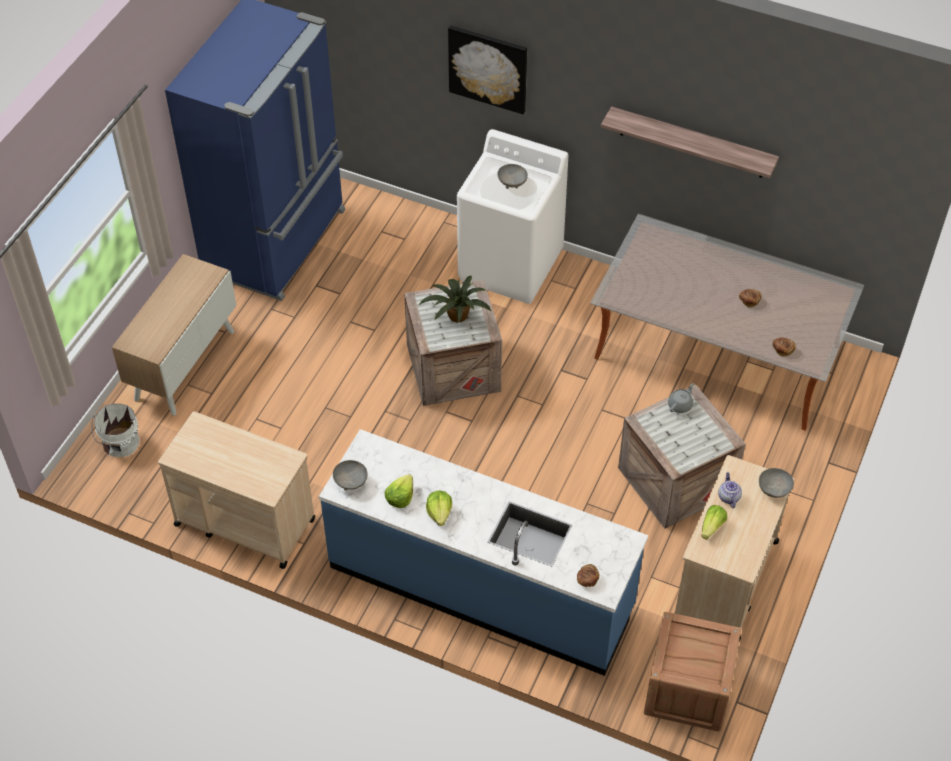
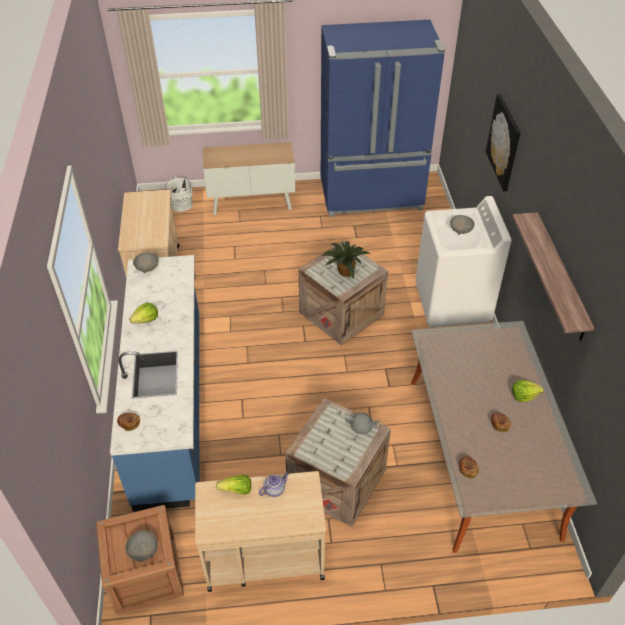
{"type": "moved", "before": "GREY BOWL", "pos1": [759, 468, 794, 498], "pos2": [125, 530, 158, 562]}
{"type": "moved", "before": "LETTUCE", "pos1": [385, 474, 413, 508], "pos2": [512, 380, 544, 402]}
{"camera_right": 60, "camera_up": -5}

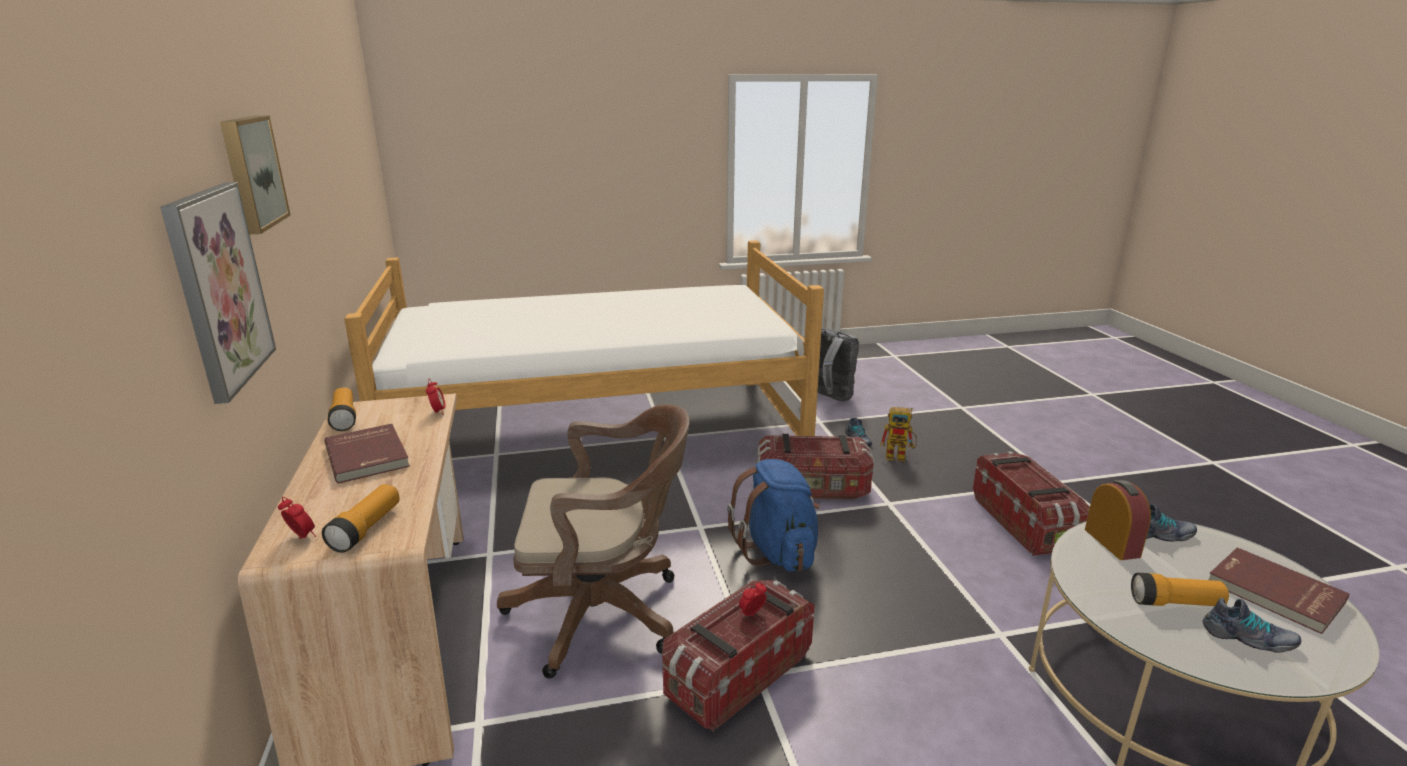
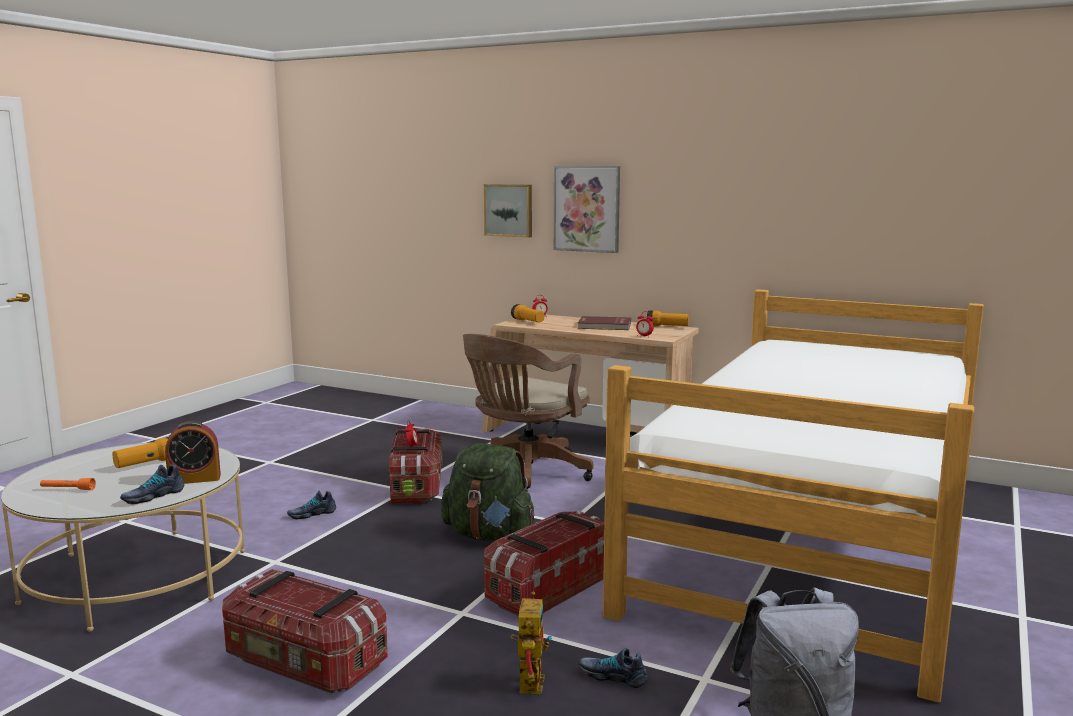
{"type": "moved", "before": "PICTURE", "pos1": [220, 115, 291, 234], "pos2": [484, 184, 532, 238]}
{"type": "turned", "before": "TOY ROBOT", "pos1": [880, 407, 917, 462], "pos2": [510, 591, 552, 694], "turn": 135}
{"type": "recoloured", "before": "BLUE BACKPACK", "after": "GREEN BACKPACK", "pos1": [727, 459, 820, 572], "pos2": [441, 443, 535, 541]}
{"type": "turned", "before": "ALARM CLOCK", "pos1": [1085, 480, 1151, 560], "pos2": [165, 421, 221, 484], "turn": -45}
{"type": "replaced", "before": "RED BOOK", "after": "ORANGE FLASHLIGHT", "pos1": [1209, 547, 1350, 634], "pos2": [40, 478, 96, 490]}
{"type": "moved", "before": "SHOE", "pos1": [1203, 598, 1301, 652], "pos2": [287, 491, 336, 519]}
{"camera_right": 130, "camera_up": -10}

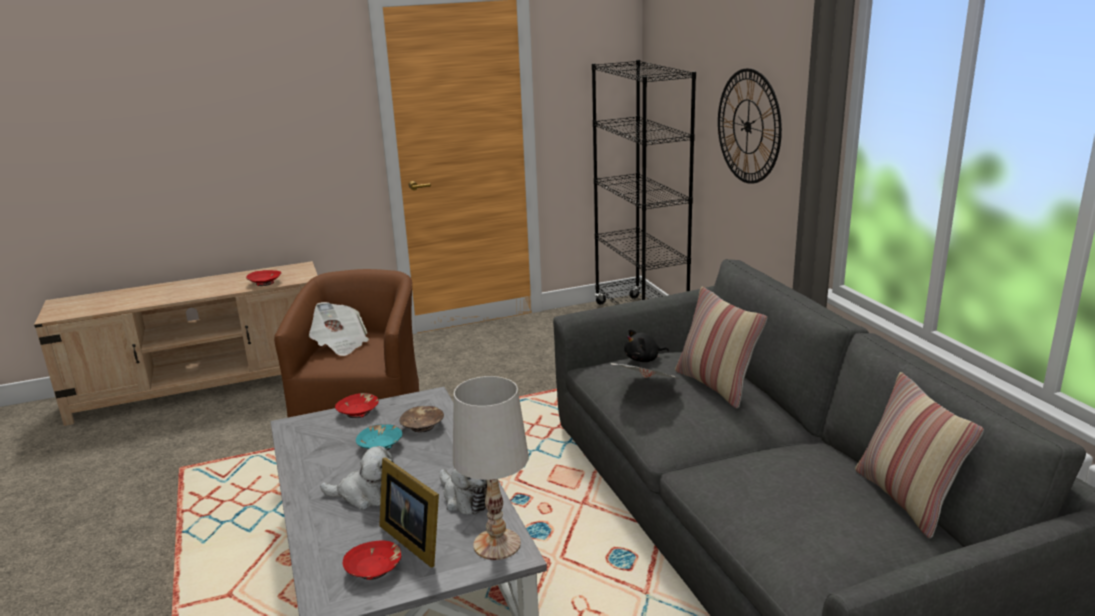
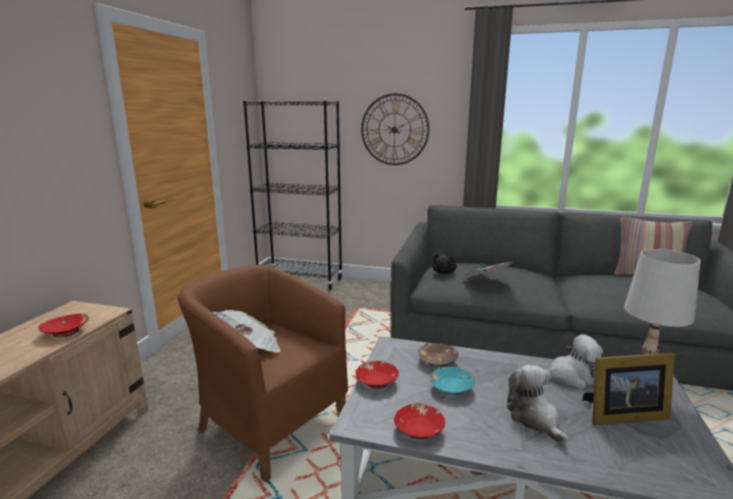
{"type": "removed", "before": "PILLOW", "pos1": [675, 287, 767, 408]}
{"type": "turned", "before": "PLUSH TOY", "pos1": [320, 446, 394, 510], "pos2": [507, 365, 568, 444], "turn": -60}
{"type": "moved", "before": "RED BOWL", "pos1": [343, 541, 401, 580], "pos2": [394, 404, 445, 440]}
{"camera_right": -55, "camera_up": -5}

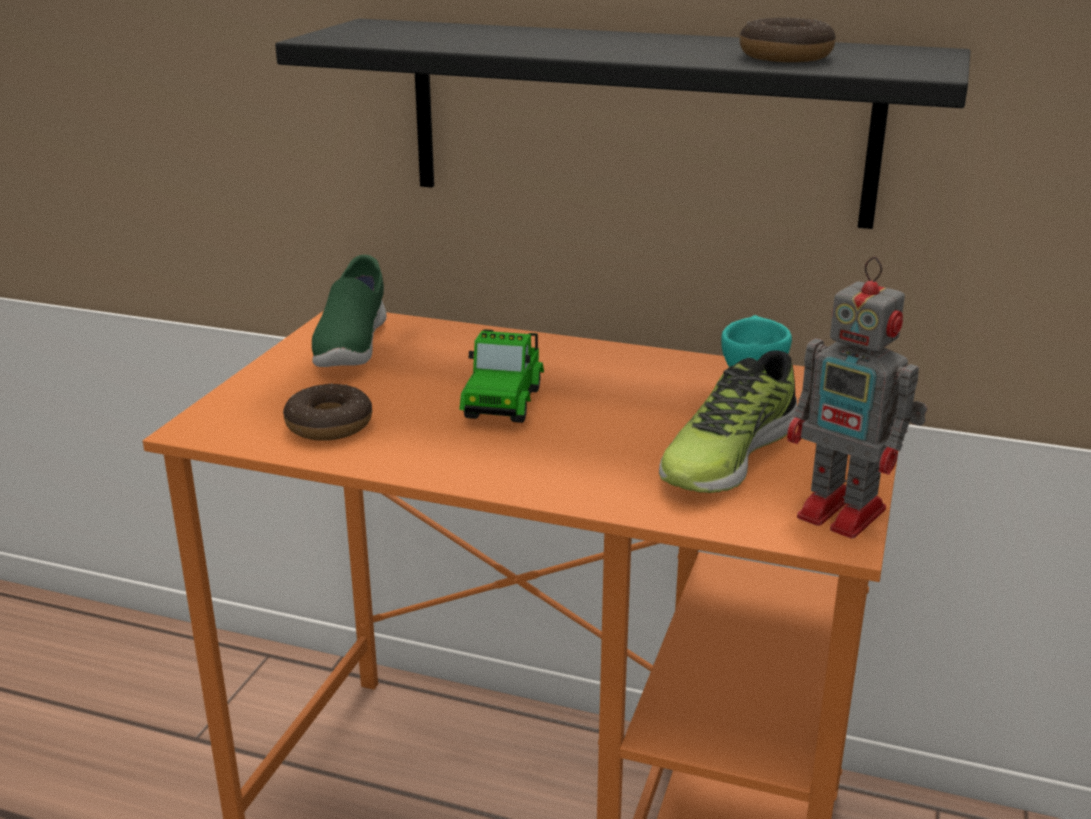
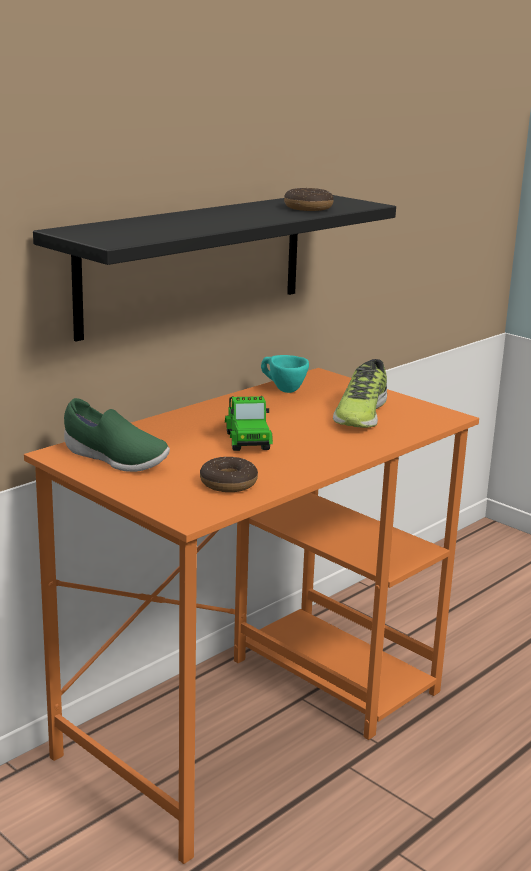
{"type": "removed", "before": "TOY ROBOT", "pos1": [787, 257, 927, 538]}
{"type": "turned", "before": "TOY CAR", "pos1": [459, 329, 544, 423], "pos2": [225, 396, 273, 451], "turn": 45}
{"type": "turned", "before": "SHOE", "pos1": [659, 350, 797, 493], "pos2": [333, 359, 387, 428], "turn": 45}
{"camera_right": -65, "camera_up": -5}

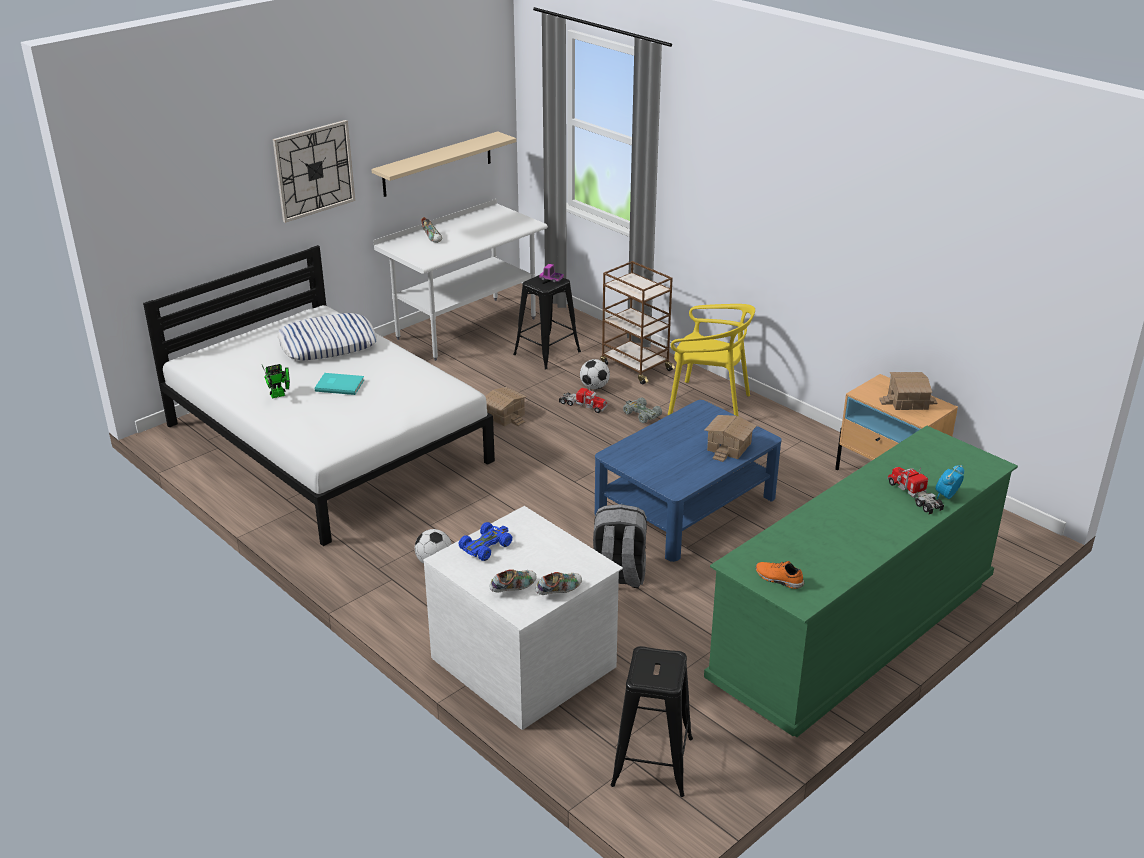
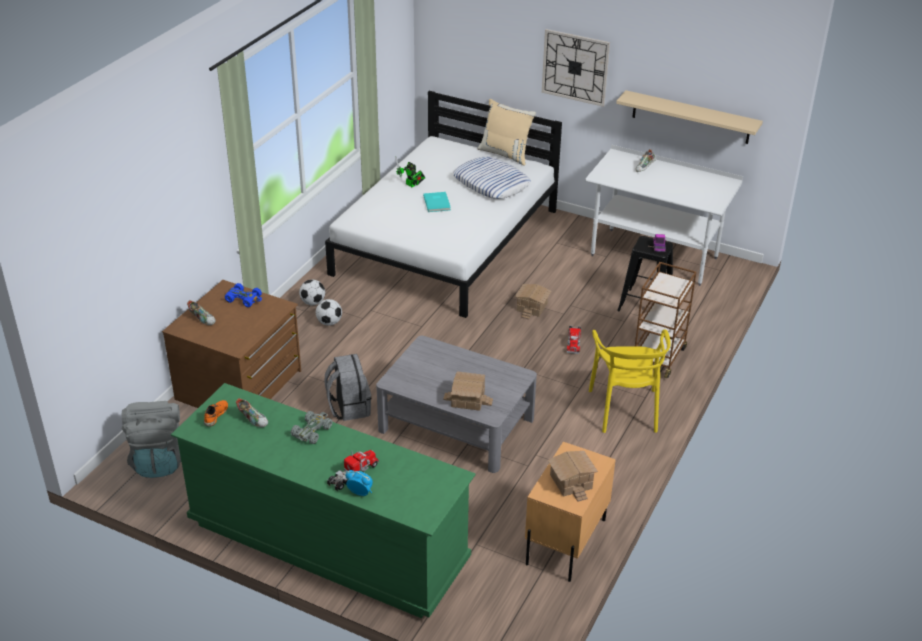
{"type": "moved", "before": "FOOTBALL", "pos1": [580, 359, 610, 389], "pos2": [299, 280, 325, 305]}
{"type": "moved", "before": "GREY TOY CAR", "pos1": [623, 397, 662, 423], "pos2": [291, 411, 332, 444]}
{"type": "recoloured", "before": "BLUE COFFEE TABLE", "after": "GREY COFFEE TABLE", "pos1": [595, 400, 782, 562], "pos2": [376, 336, 537, 473]}
{"type": "recoloured", "before": "WHITE DRESSER", "after": "BROWN DRESSER", "pos1": [423, 506, 623, 730], "pos2": [162, 280, 301, 408]}
{"type": "moved", "before": "SHOE", "pos1": [535, 572, 582, 595], "pos2": [236, 398, 268, 427]}
{"type": "replaced", "before": "BLACK STOOL", "after": "GREY BACKPACK", "pos1": [610, 646, 693, 797], "pos2": [122, 401, 181, 478]}
{"type": "added", "after": "BEIGE PILLOW", "pos2": [477, 99, 536, 166]}
{"camera_right": 70, "camera_up": 5}

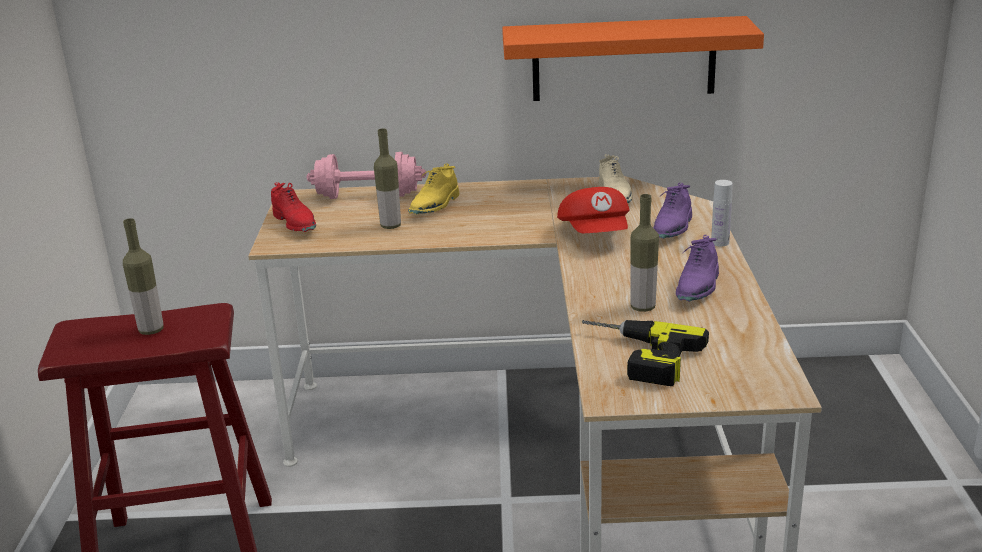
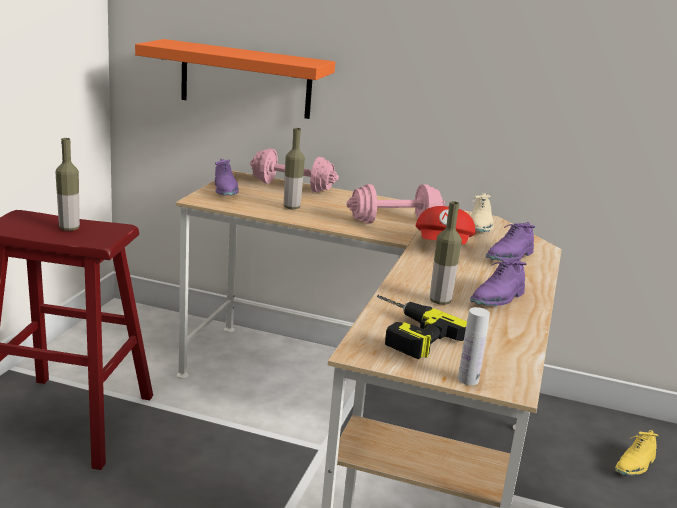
{"type": "moved", "before": "ORANGE SHELF", "pos1": [502, 16, 764, 101], "pos2": [135, 39, 335, 119]}
{"type": "moved", "before": "YELLOW SHOE", "pos1": [408, 163, 460, 215], "pos2": [615, 430, 658, 475]}
{"type": "moved", "before": "WHITE BOTTLE", "pos1": [711, 180, 733, 247], "pos2": [458, 307, 490, 385]}
{"type": "recoloured", "before": "RED SHOE", "after": "PURPLE SHOE", "pos1": [271, 182, 316, 232], "pos2": [214, 159, 239, 196]}
{"type": "added", "after": "PINK DUMBBELL", "pos2": [346, 184, 445, 223]}
{"camera_right": 15, "camera_up": -5}

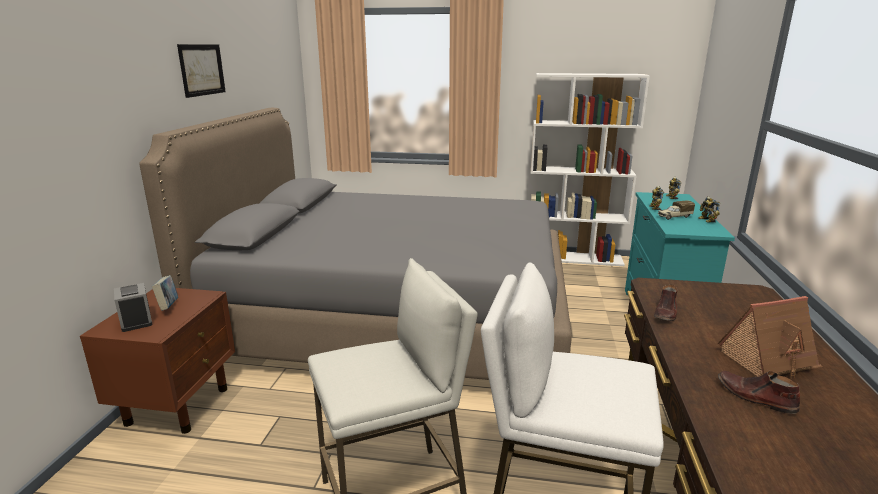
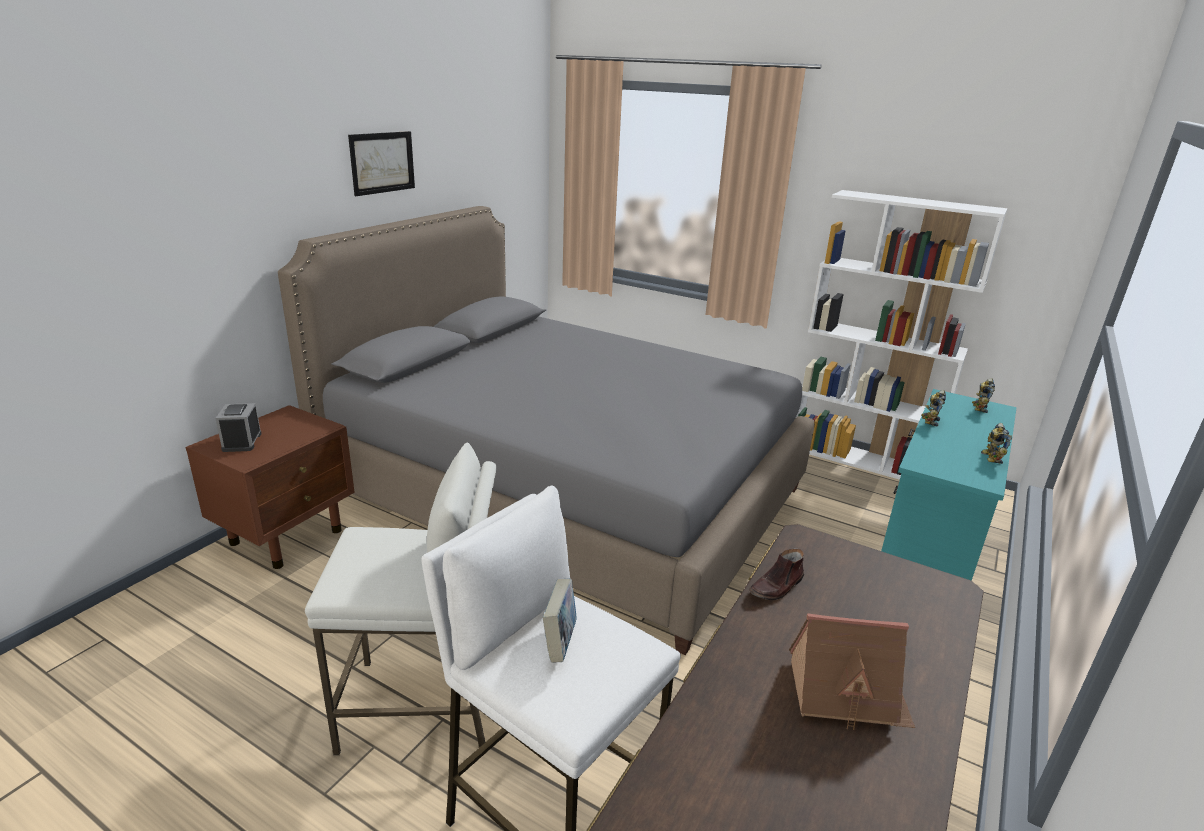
{"type": "removed", "before": "TOY TRUCK", "pos1": [658, 201, 695, 220]}
{"type": "moved", "before": "BOOK", "pos1": [152, 275, 178, 311], "pos2": [543, 579, 577, 663]}
{"type": "removed", "before": "BROWN SHOE", "pos1": [718, 371, 800, 414]}
{"camera_right": 20, "camera_up": 5}

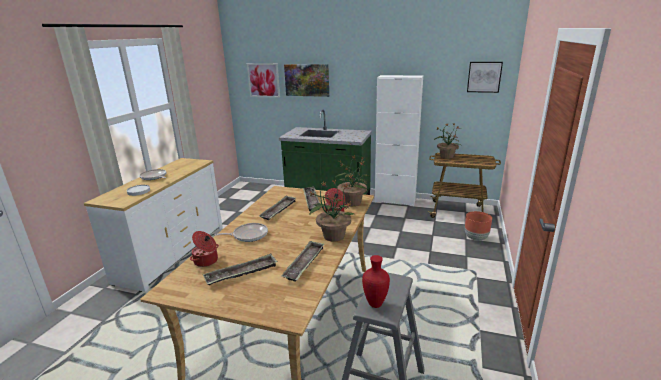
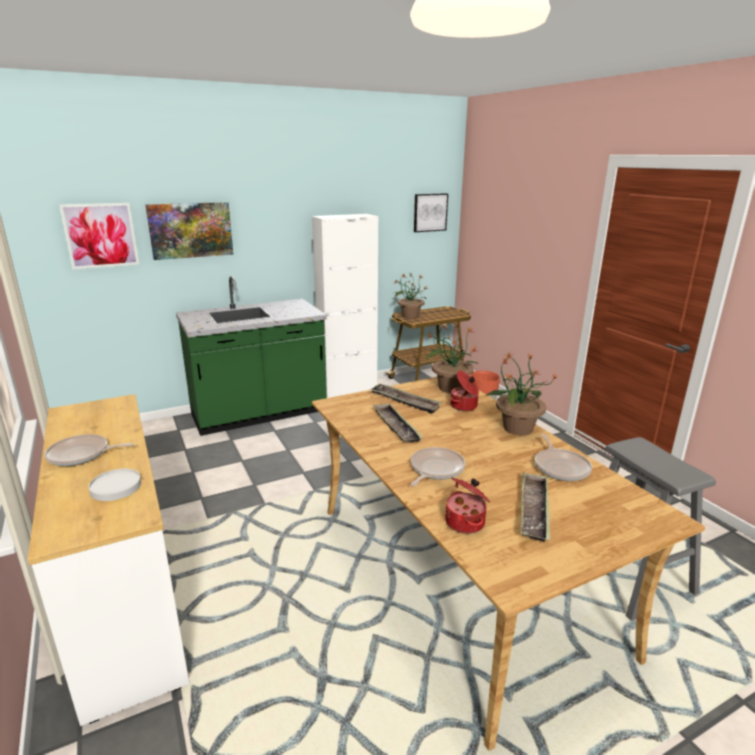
{"type": "replaced", "before": "TRAY", "after": "FRYING PAN", "pos1": [282, 241, 324, 282], "pos2": [535, 434, 592, 481]}
{"type": "removed", "before": "RED VASE", "pos1": [362, 255, 390, 308]}
{"camera_right": -45, "camera_up": 0}

